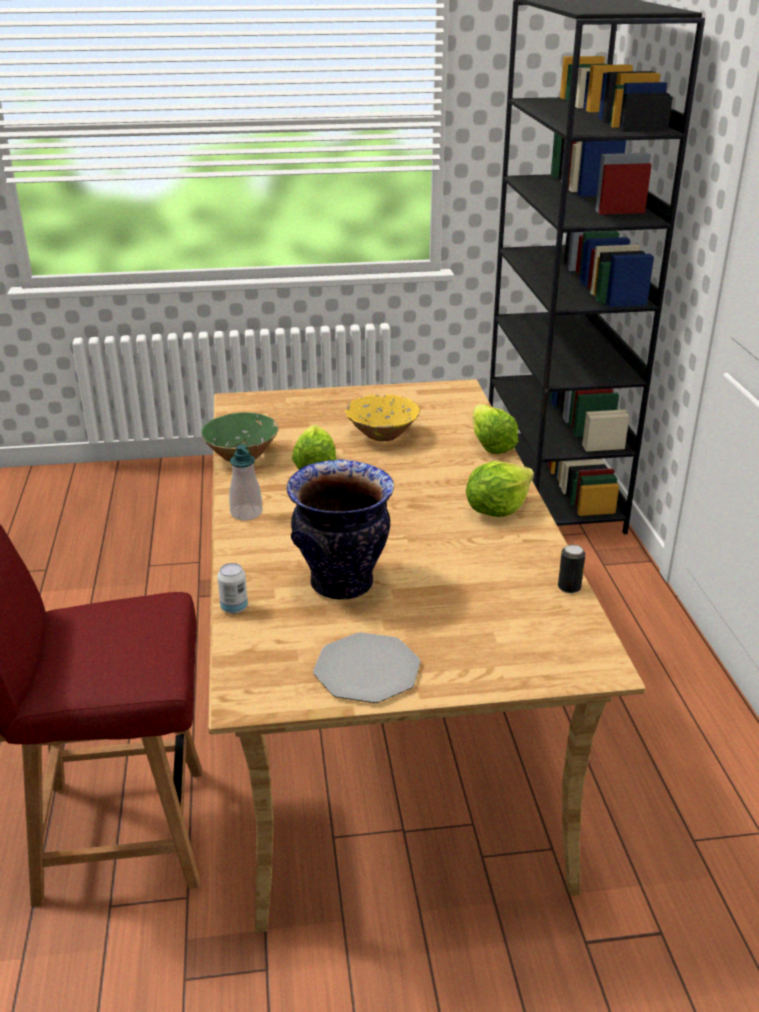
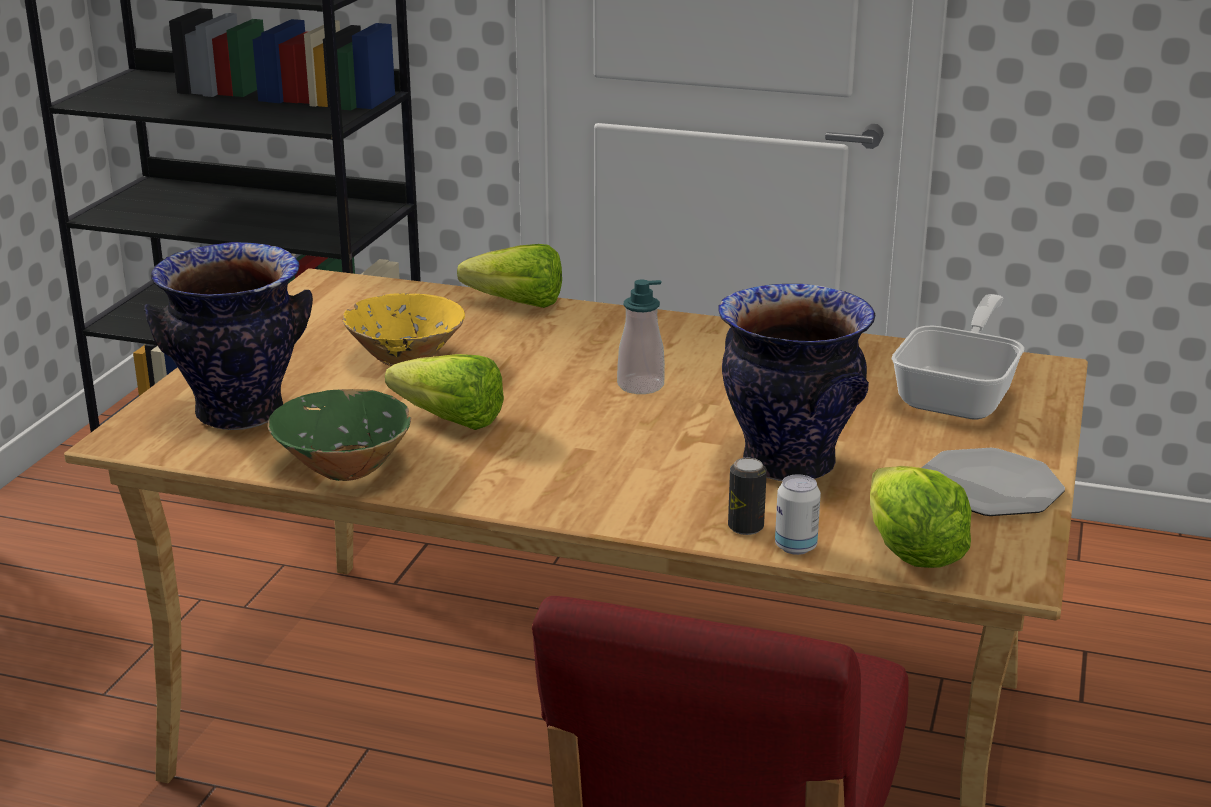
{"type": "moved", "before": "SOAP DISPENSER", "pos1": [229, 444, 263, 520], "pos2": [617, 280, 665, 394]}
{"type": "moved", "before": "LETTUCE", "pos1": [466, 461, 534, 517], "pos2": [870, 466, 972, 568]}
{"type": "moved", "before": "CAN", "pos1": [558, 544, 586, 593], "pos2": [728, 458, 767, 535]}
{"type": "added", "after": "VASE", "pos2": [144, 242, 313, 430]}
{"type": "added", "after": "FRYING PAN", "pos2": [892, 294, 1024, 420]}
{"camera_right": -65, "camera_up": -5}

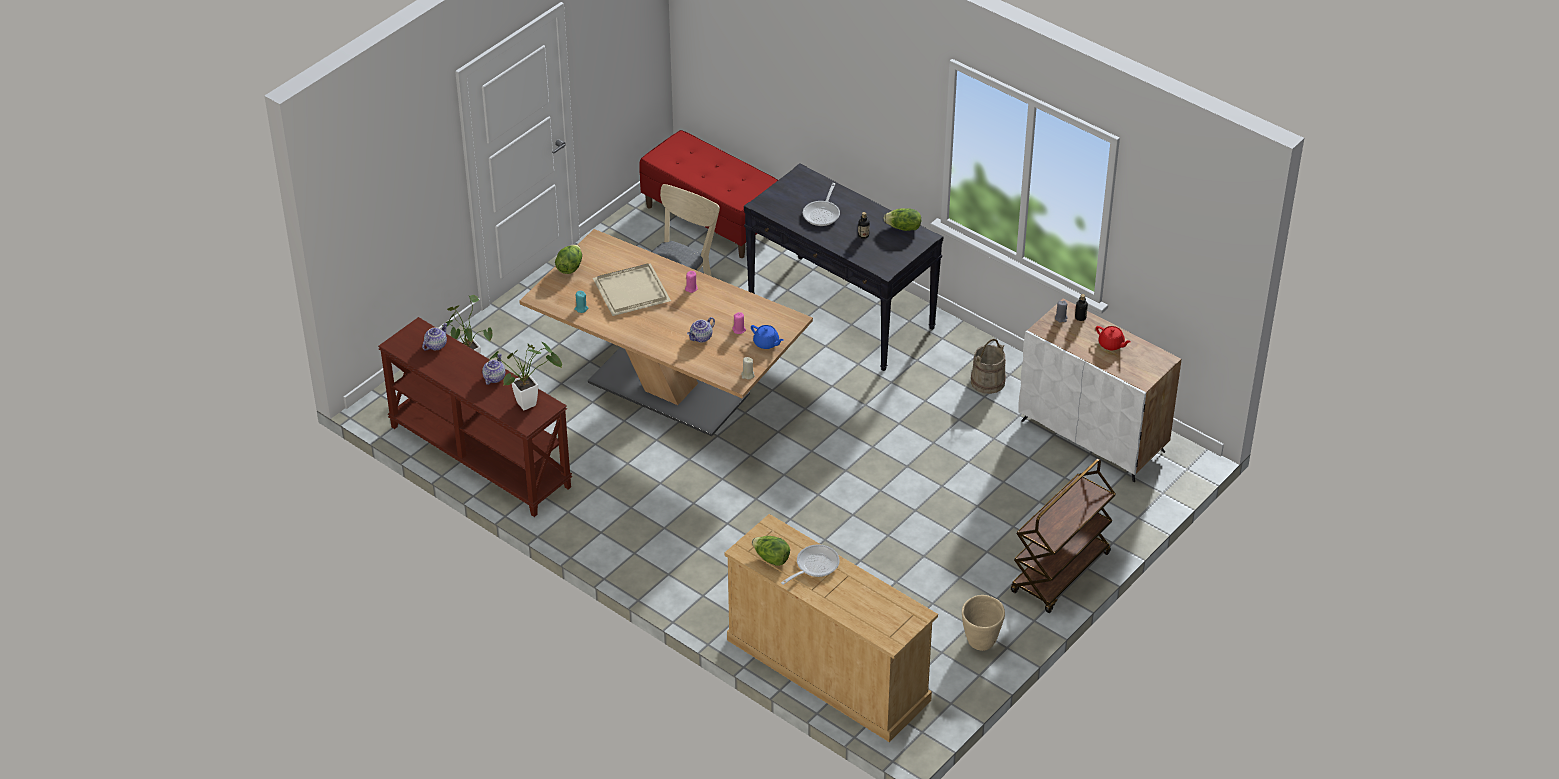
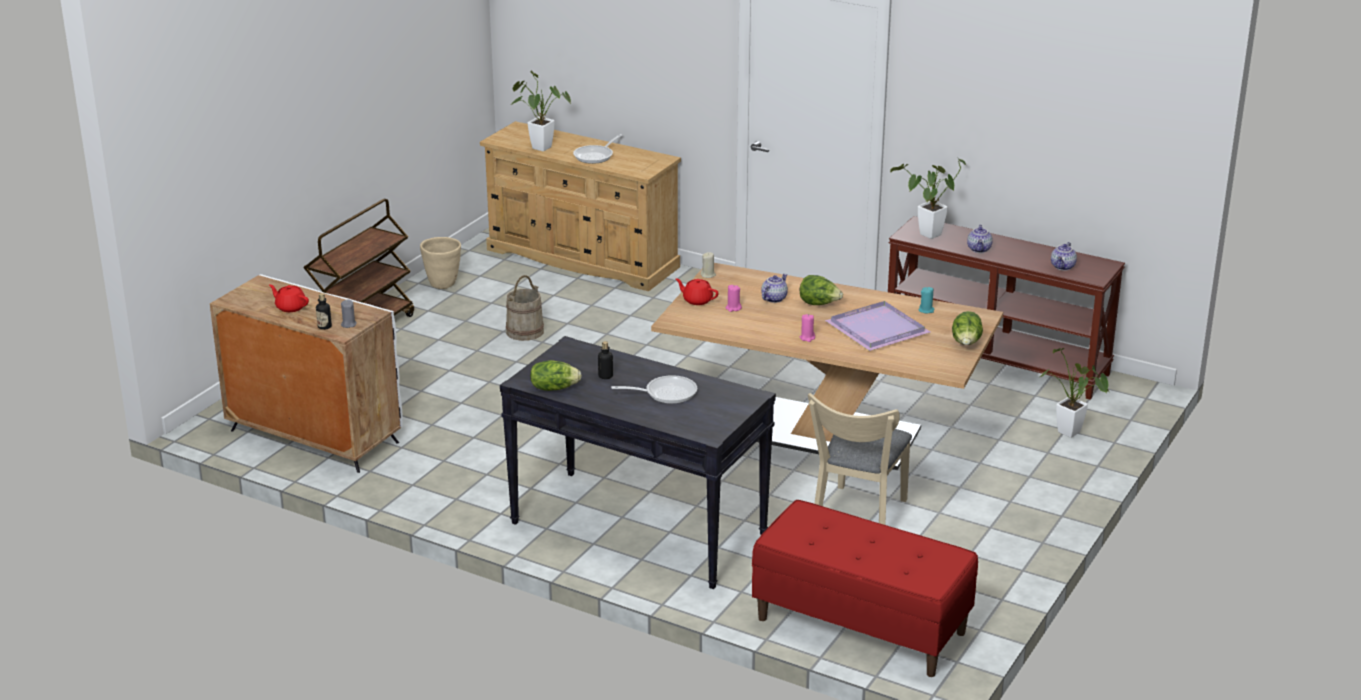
{"type": "turned", "before": "FRYING PAN", "pos1": [803, 183, 840, 226], "pos2": [611, 375, 697, 404], "turn": 75}
{"type": "recoloured", "before": "BEIGE TRAY", "after": "PURPLE TRAY", "pos1": [593, 263, 671, 316], "pos2": [825, 301, 930, 351]}
{"type": "recoloured", "before": "BLUE TEAPOT", "after": "RED TEAPOT", "pos1": [751, 325, 784, 349], "pos2": [675, 278, 719, 305]}
{"type": "moved", "before": "BEIGE BUCKET", "pos1": [971, 339, 1006, 394], "pos2": [506, 275, 544, 341]}
{"type": "moved", "before": "LETTUCE", "pos1": [752, 536, 790, 566], "pos2": [800, 275, 843, 305]}
{"type": "added", "after": "POTTED PLANT", "pos2": [511, 71, 571, 151]}
{"camera_right": 170, "camera_up": -15}

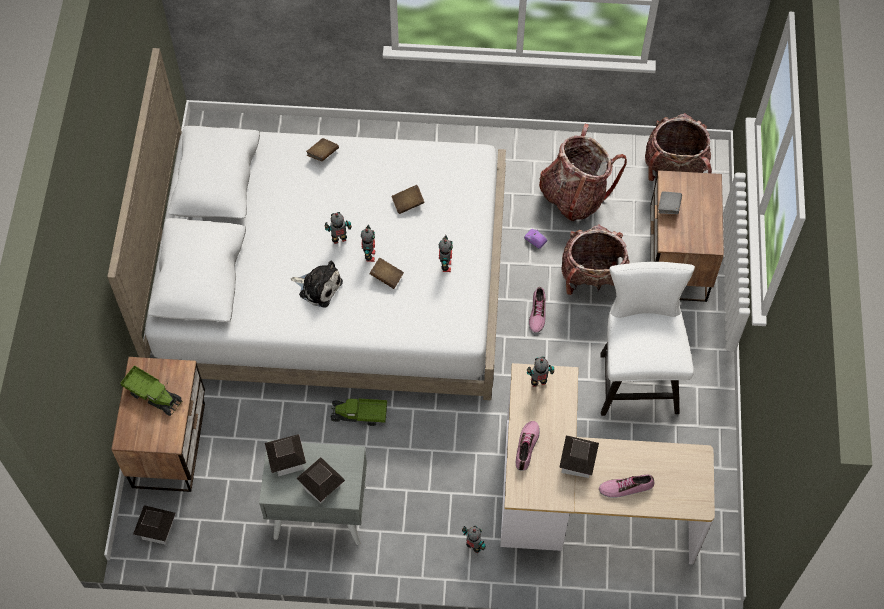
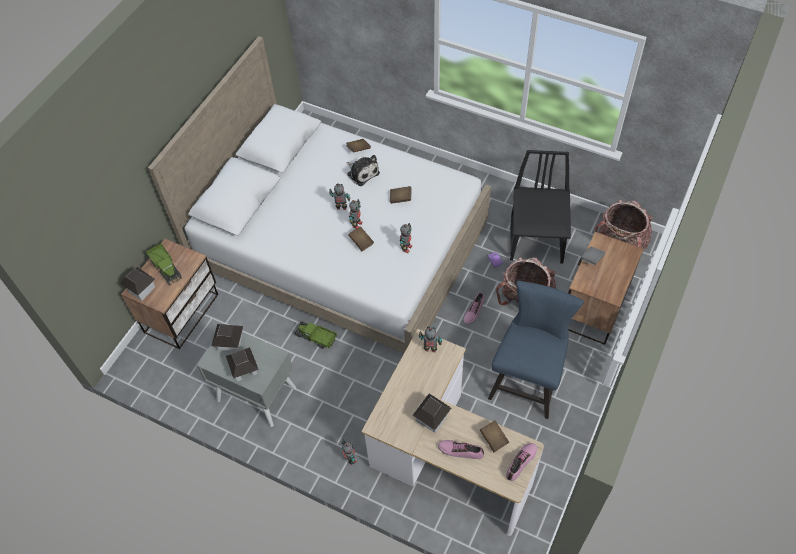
{"type": "replaced", "before": "BACKPACK", "after": "BLACK CHAIR", "pos1": [539, 124, 627, 221], "pos2": [510, 150, 571, 263]}
{"type": "moved", "before": "PLUSH TOY", "pos1": [291, 260, 343, 308], "pos2": [347, 155, 380, 186]}
{"type": "recoloured", "before": "WHITE CHAIR", "after": "BLUE CHAIR", "pos1": [600, 262, 695, 416], "pos2": [488, 281, 584, 419]}
{"type": "moved", "before": "SHOE", "pos1": [516, 421, 540, 471], "pos2": [506, 443, 537, 481]}
{"type": "moved", "before": "TOY HOUSE", "pos1": [133, 505, 176, 545], "pos2": [120, 267, 156, 301]}
{"type": "added", "after": "BROWN BOOK", "pos2": [480, 420, 509, 452]}
{"camera_right": 25, "camera_up": -5}

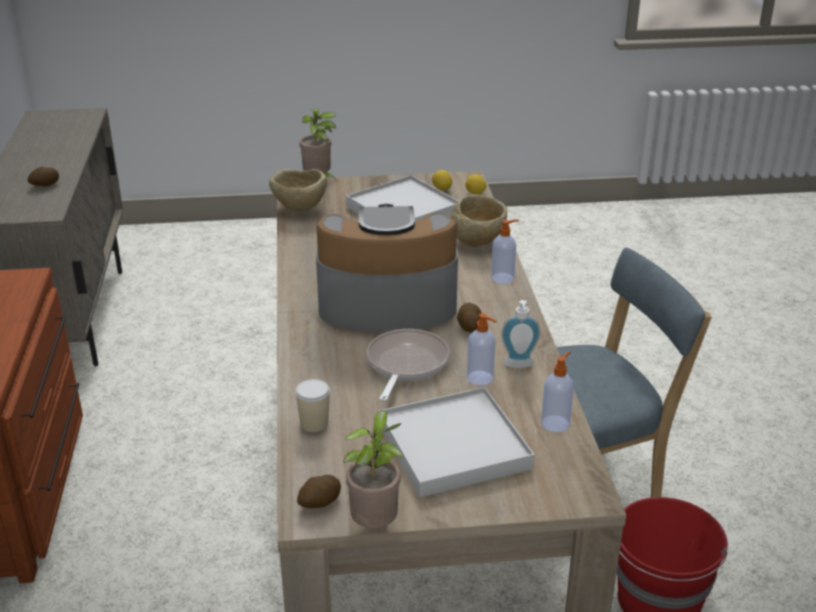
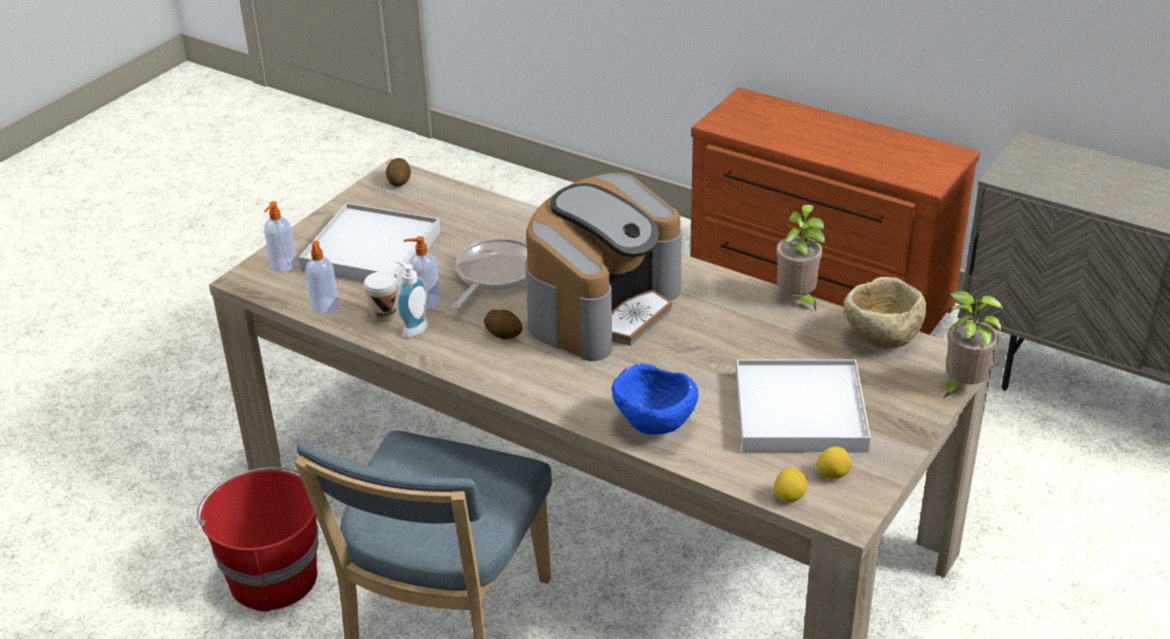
{"type": "removed", "before": "POTATO", "pos1": [27, 167, 59, 186]}
{"type": "recoloured", "before": "BEIGE BOWL", "after": "BLUE BOWL", "pos1": [451, 195, 507, 247], "pos2": [611, 363, 698, 434]}
{"type": "moved", "before": "SOAP DISPENSER", "pos1": [491, 220, 519, 284], "pos2": [264, 201, 297, 272]}
{"type": "turned", "before": "FRYING PAN", "pos1": [367, 329, 450, 402], "pos2": [452, 238, 527, 309], "turn": -120}
{"type": "moved", "before": "CUP", "pos1": [295, 379, 330, 432], "pos2": [364, 271, 398, 322]}
{"type": "moved", "before": "POTTED PLANT", "pos1": [343, 410, 404, 528], "pos2": [776, 205, 825, 311]}
{"camera_right": 130, "camera_up": 5}

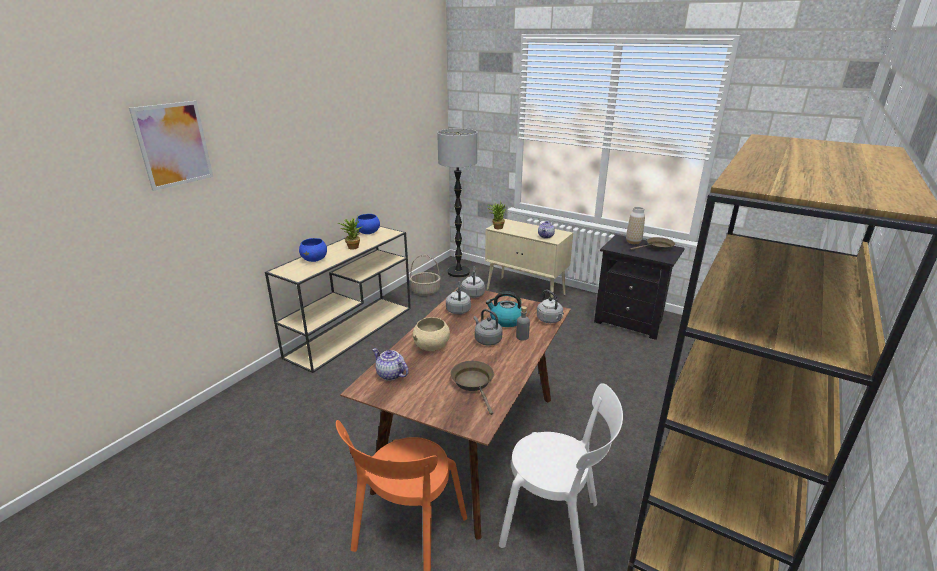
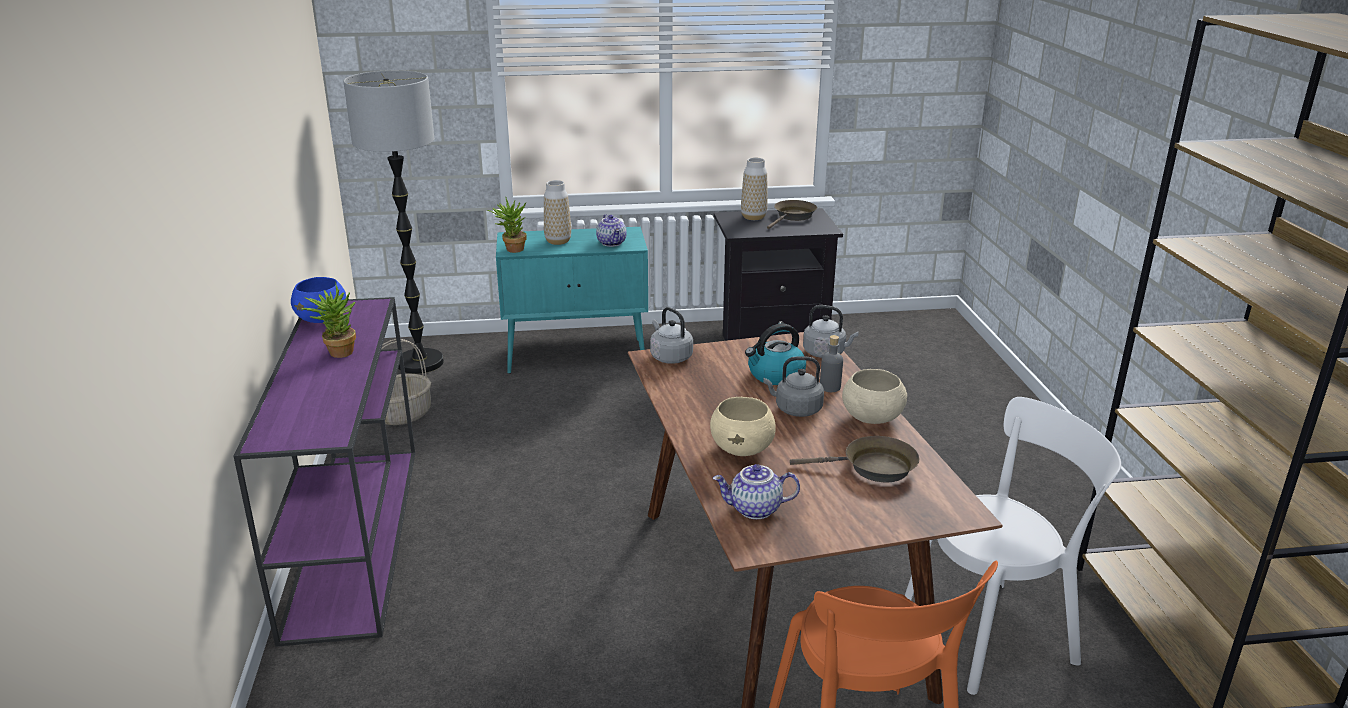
{"type": "removed", "before": "PICTURE", "pos1": [129, 101, 213, 191]}
{"type": "recoloured", "before": "BEIGE CABINET", "after": "TURQUOISE CABINET", "pos1": [485, 219, 573, 298], "pos2": [496, 227, 648, 374]}
{"type": "recoloured", "before": "BEIGE CONSOLE TABLE", "after": "PURPLE CONSOLE TABLE", "pos1": [265, 226, 411, 373], "pos2": [234, 297, 415, 647]}
{"type": "removed", "before": "BLUE BOWL", "pos1": [299, 238, 327, 262]}
{"type": "removed", "before": "GREY KETTLE", "pos1": [446, 281, 471, 314]}
{"type": "turned", "before": "BROWN FRYING PAN", "pos1": [450, 361, 494, 415], "pos2": [790, 436, 919, 482], "turn": 150}
{"type": "added", "after": "VASE", "pos2": [544, 180, 571, 245]}
{"type": "added", "after": "BEIGE BOWL", "pos2": [842, 369, 907, 424]}
{"camera_right": -40, "camera_up": 0}

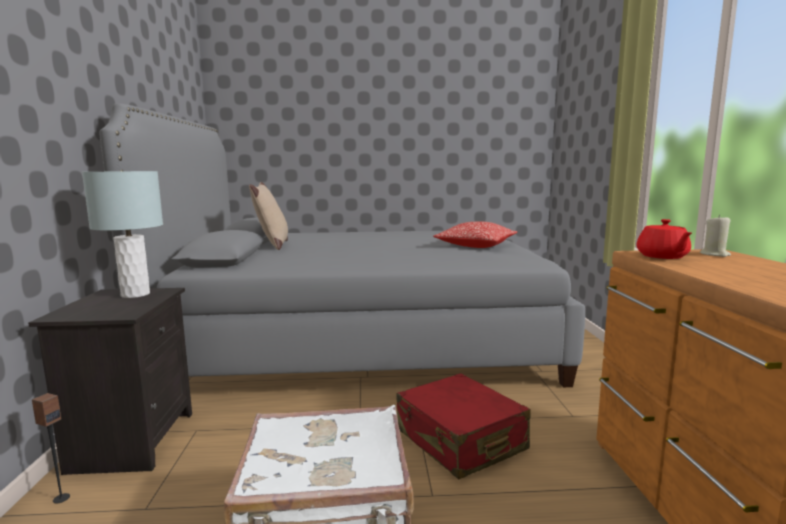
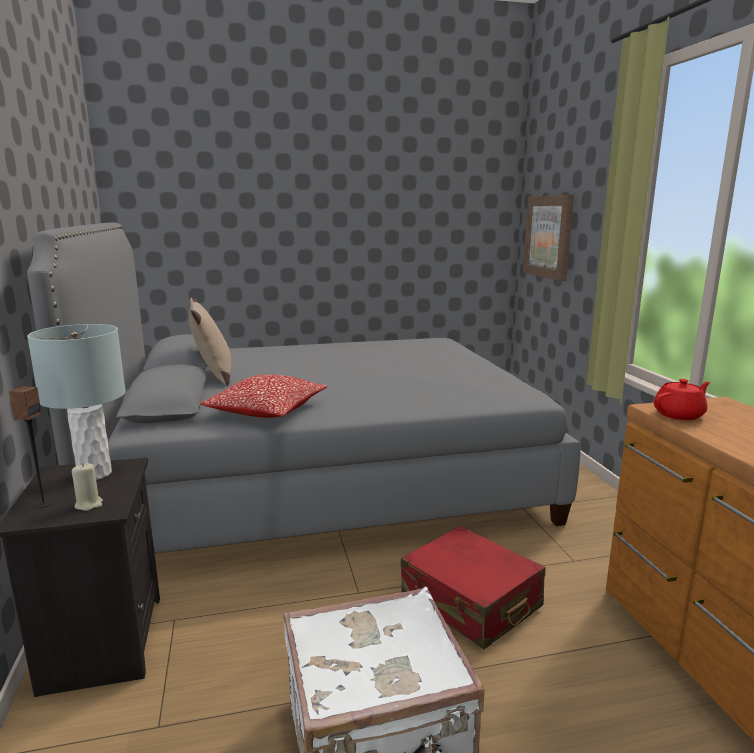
{"type": "moved", "before": "BEIGE CANDLE", "pos1": [700, 215, 731, 257], "pos2": [72, 463, 103, 511]}
{"type": "turned", "before": "RED TEAPOT", "pos1": [636, 219, 692, 259], "pos2": [654, 379, 710, 420], "turn": -105}
{"type": "moved", "before": "PILLOW", "pos1": [433, 221, 517, 248], "pos2": [200, 374, 327, 418]}
{"type": "moved", "before": "SPEAKER", "pos1": [32, 393, 70, 504], "pos2": [9, 386, 53, 508]}
{"type": "added", "after": "PICTURE", "pos2": [523, 195, 574, 281]}
{"camera_right": -10, "camera_up": 5}

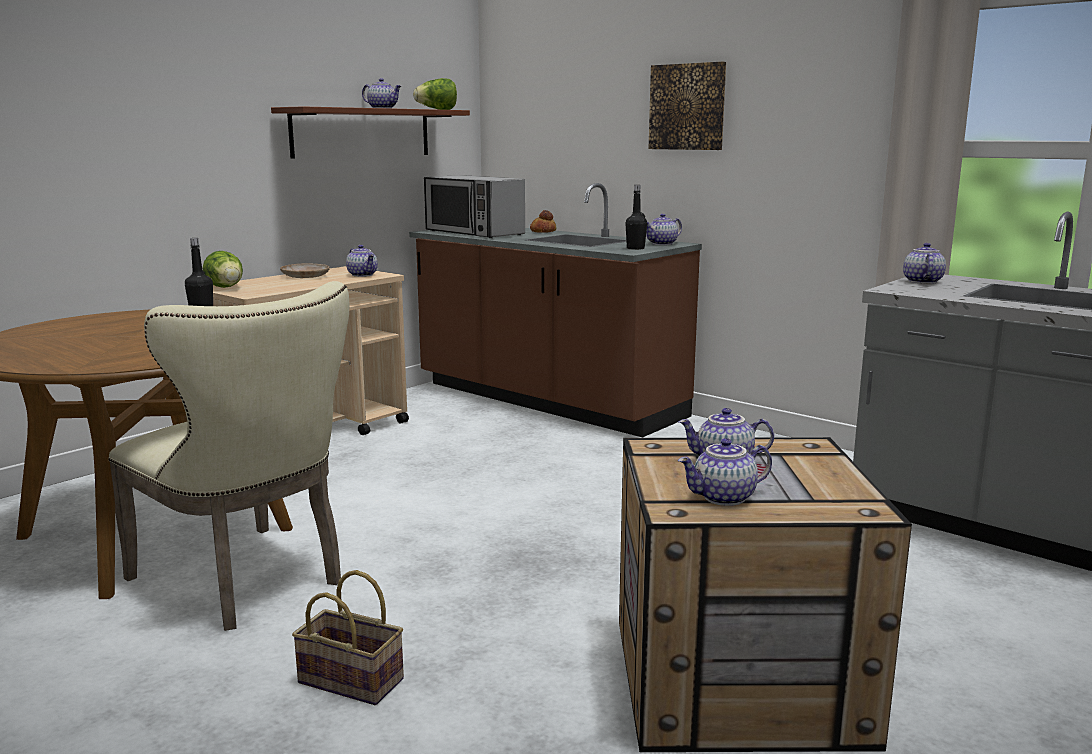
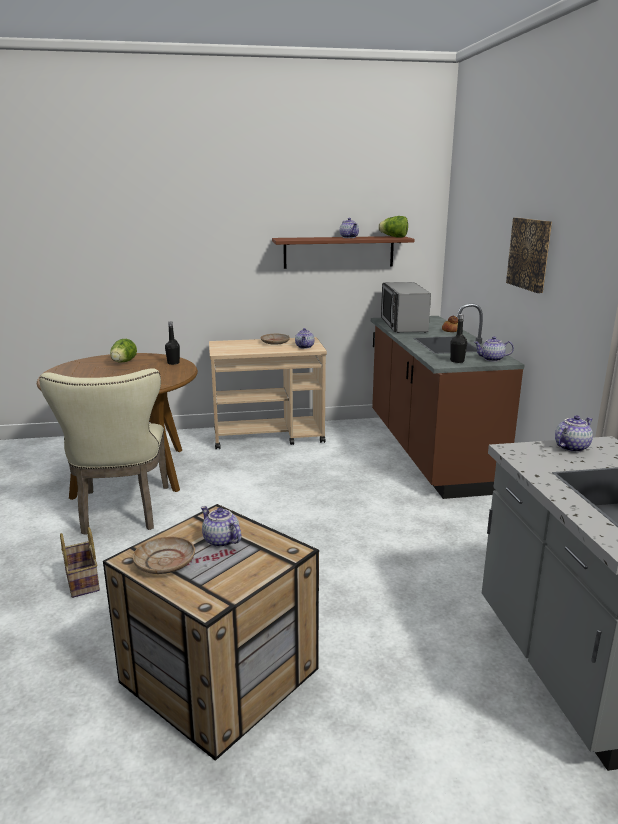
{"type": "moved", "before": "LETTUCE", "pos1": [203, 251, 243, 288], "pos2": [110, 339, 137, 363]}
{"type": "replaced", "before": "TEAPOT", "after": "BEIGE PLATE", "pos1": [678, 438, 772, 506], "pos2": [133, 537, 195, 574]}
{"camera_right": 40, "camera_up": 5}

